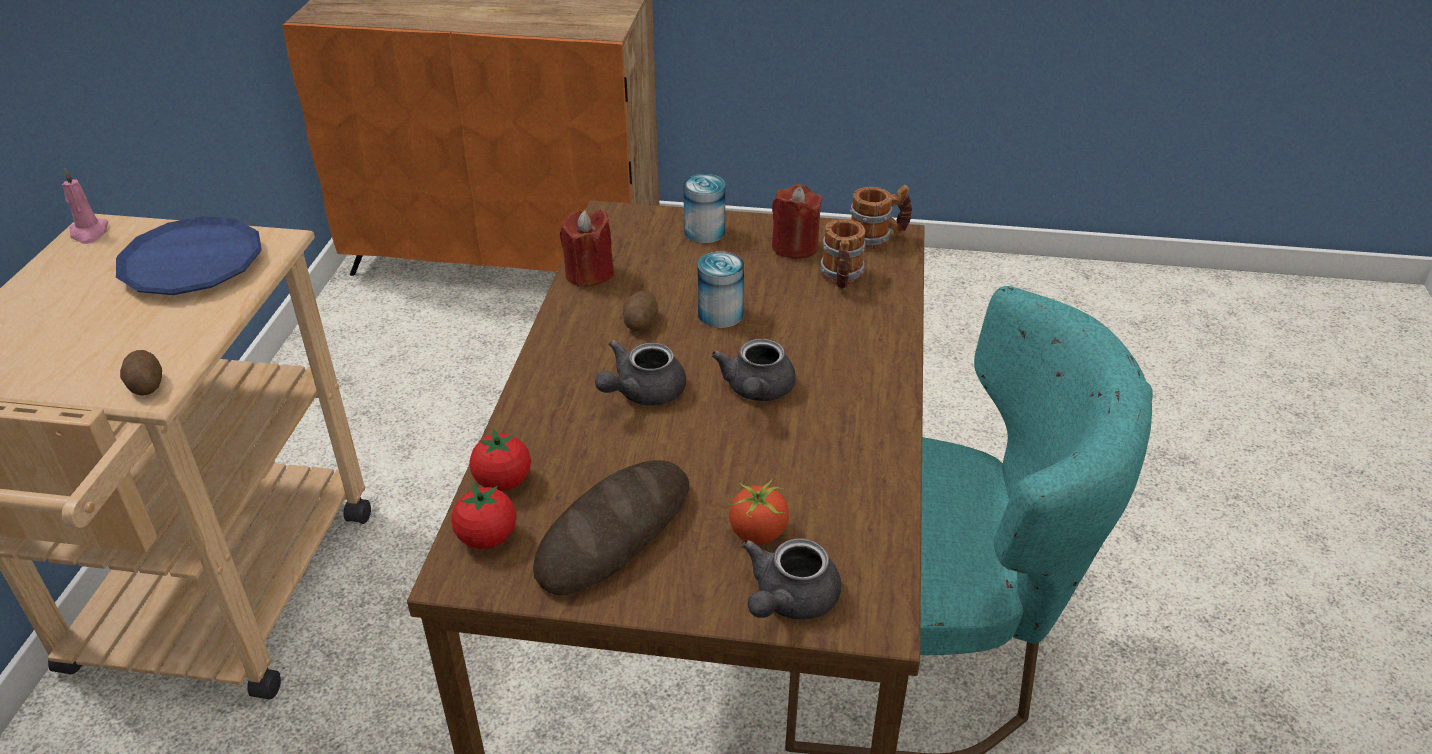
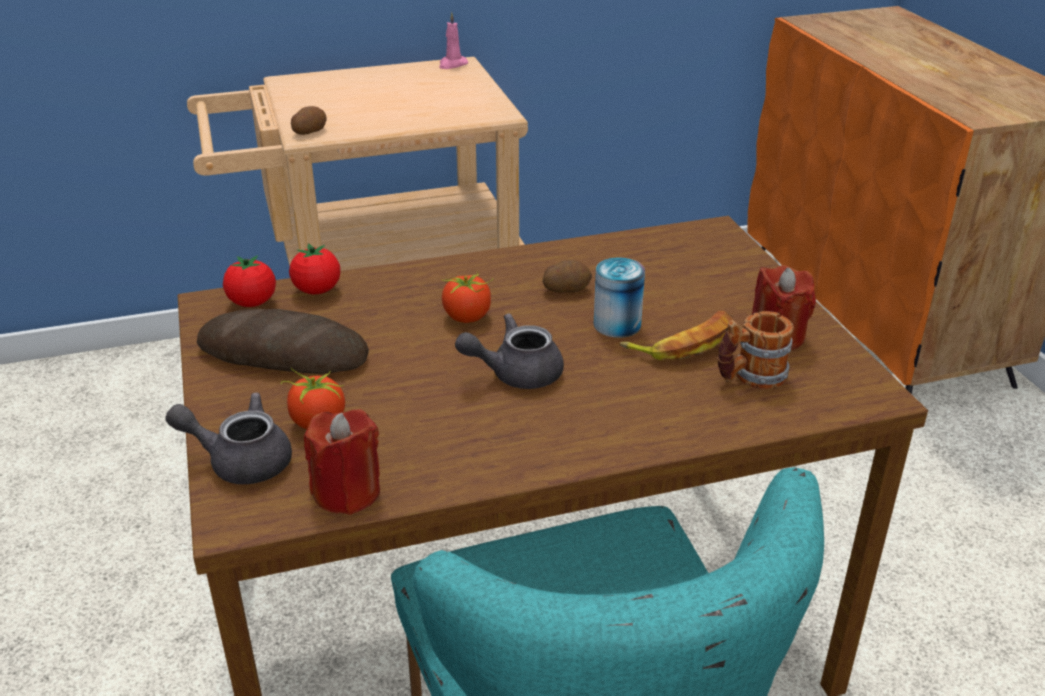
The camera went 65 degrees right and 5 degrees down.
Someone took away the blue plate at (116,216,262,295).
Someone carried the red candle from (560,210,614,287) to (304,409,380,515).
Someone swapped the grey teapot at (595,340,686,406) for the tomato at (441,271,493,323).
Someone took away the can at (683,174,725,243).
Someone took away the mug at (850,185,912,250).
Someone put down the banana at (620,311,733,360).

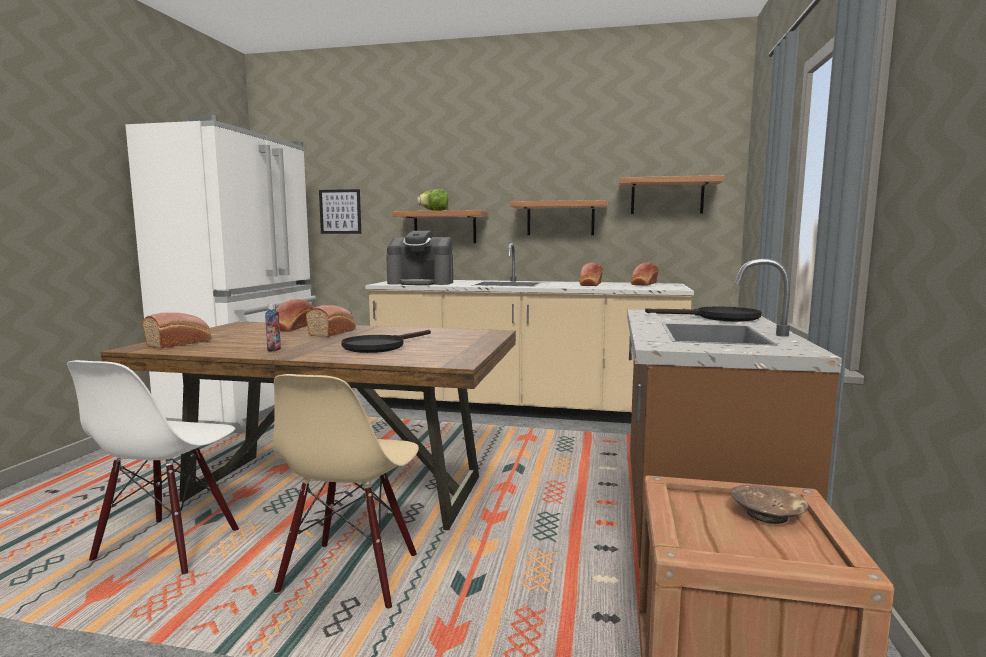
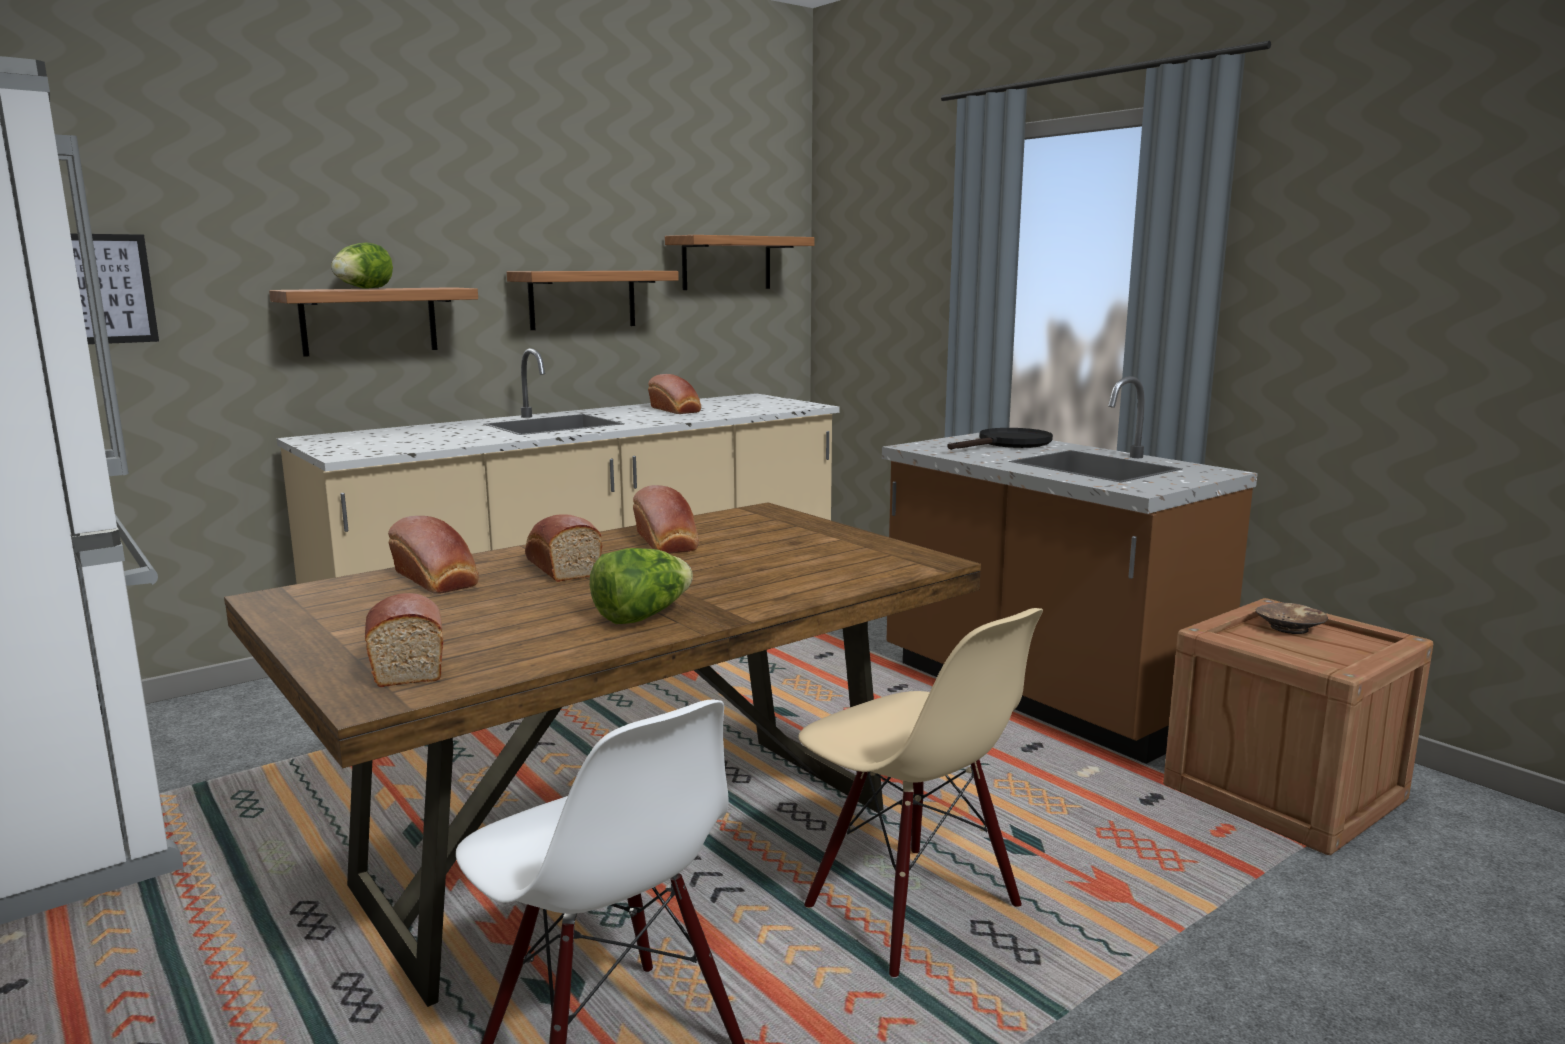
The camera went 50 degrees left and 5 degrees up.
Someone swapped the bottle at (265,304,281,351) for the lettuce at (590,548,693,624).
Someone took away the black frying pan at (341,330,431,353).
Someone took away the coffee machine at (386,231,453,285).
Someone carried the bread from (631,263,659,286) to (633,485,699,554).

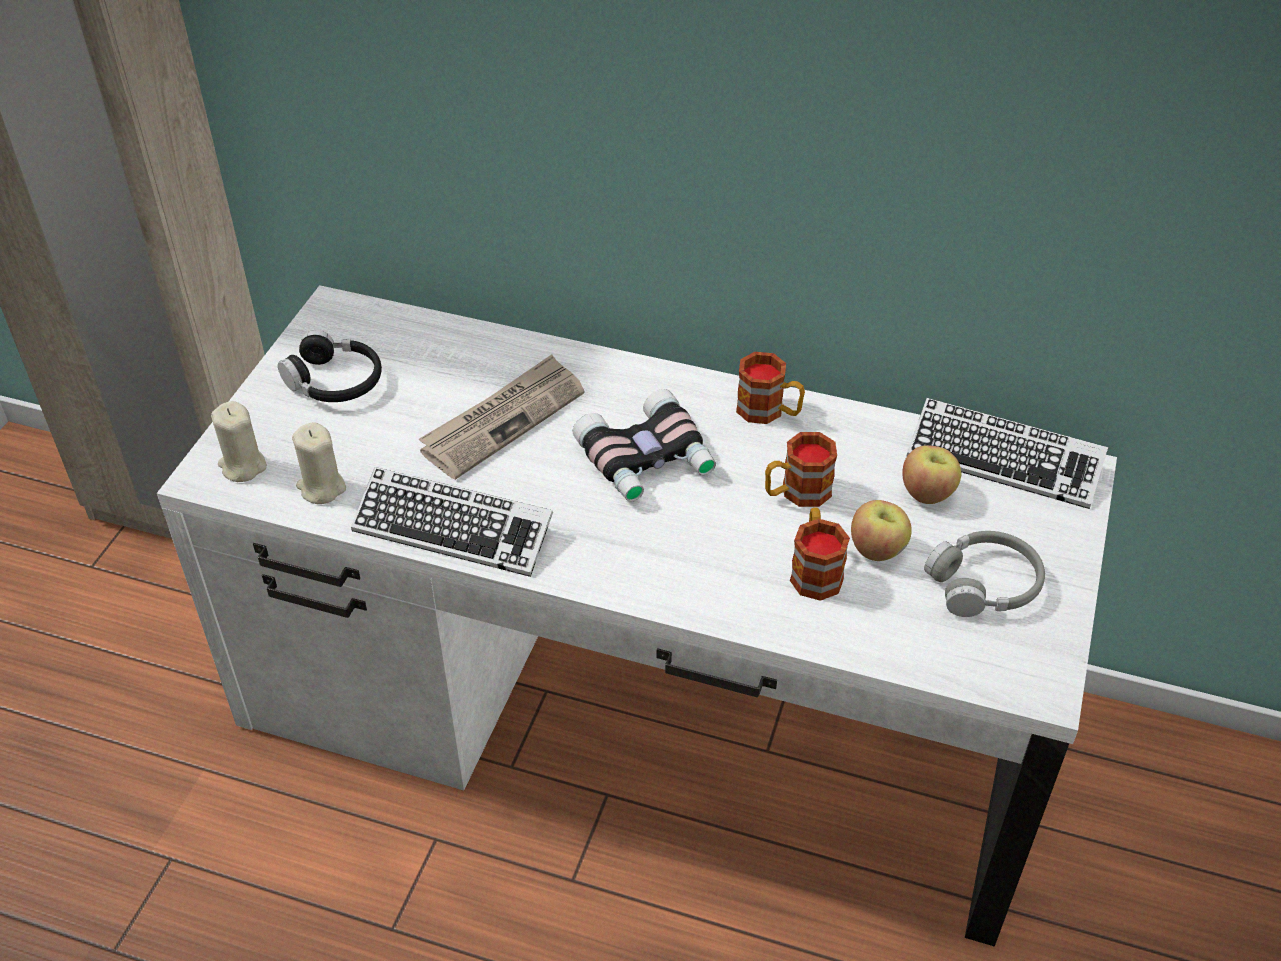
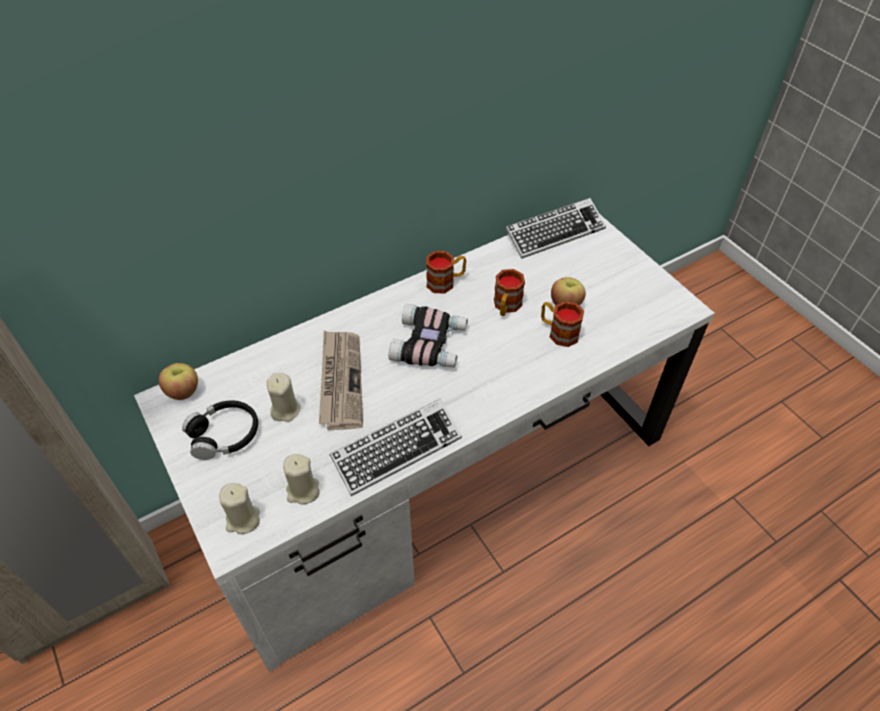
The camera went 50 degrees left and 5 degrees up.
Someone carried the apple from (902,445,961,504) to (159,363,198,400).
Someone took away the grey headphones at (924,531,1045,617).
Someone put down the beige candle at (267,373,300,422).

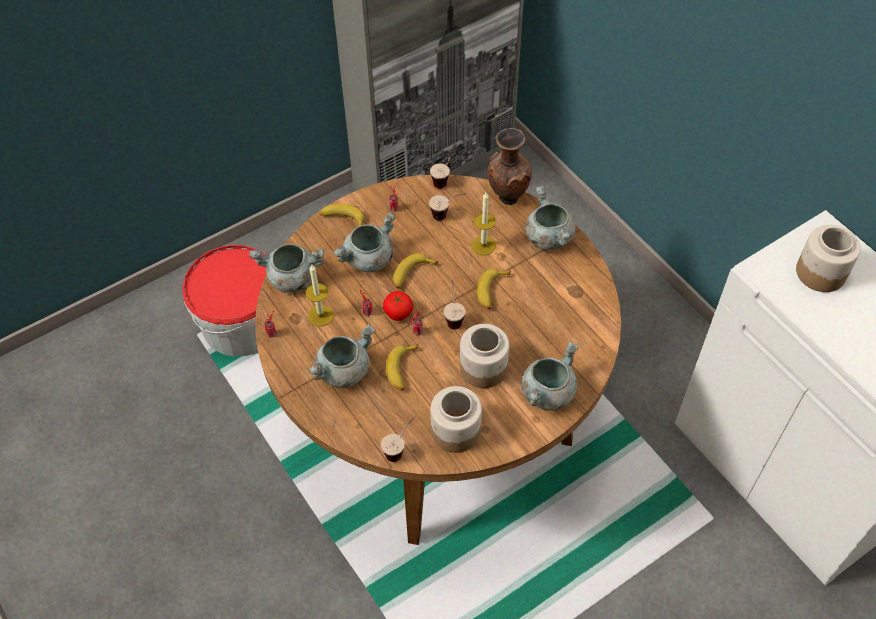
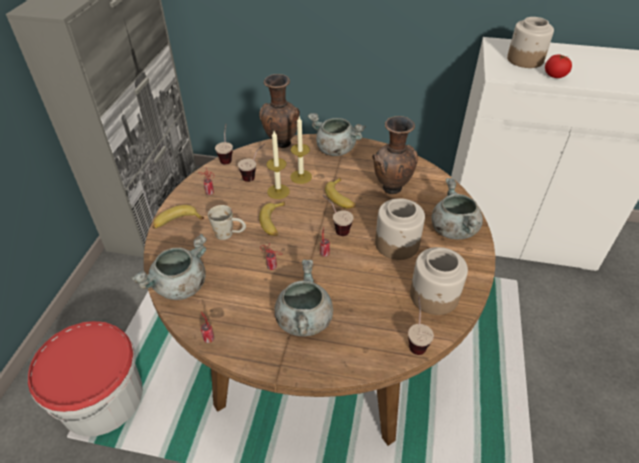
The camera went 45 degrees left and 10 degrees down.
Someone carried the candle from (305,265,334,326) to (267,131,290,199).
Someone swapped the grey cooking pot at (332,212,395,272) for the white mug at (208,205,246,240).
Someone carried the tomato from (383,291,413,321) to (545,54,572,78).
Someone took away the banana at (386,344,418,391).
Someone put down the brown vase at (372,116,418,194).

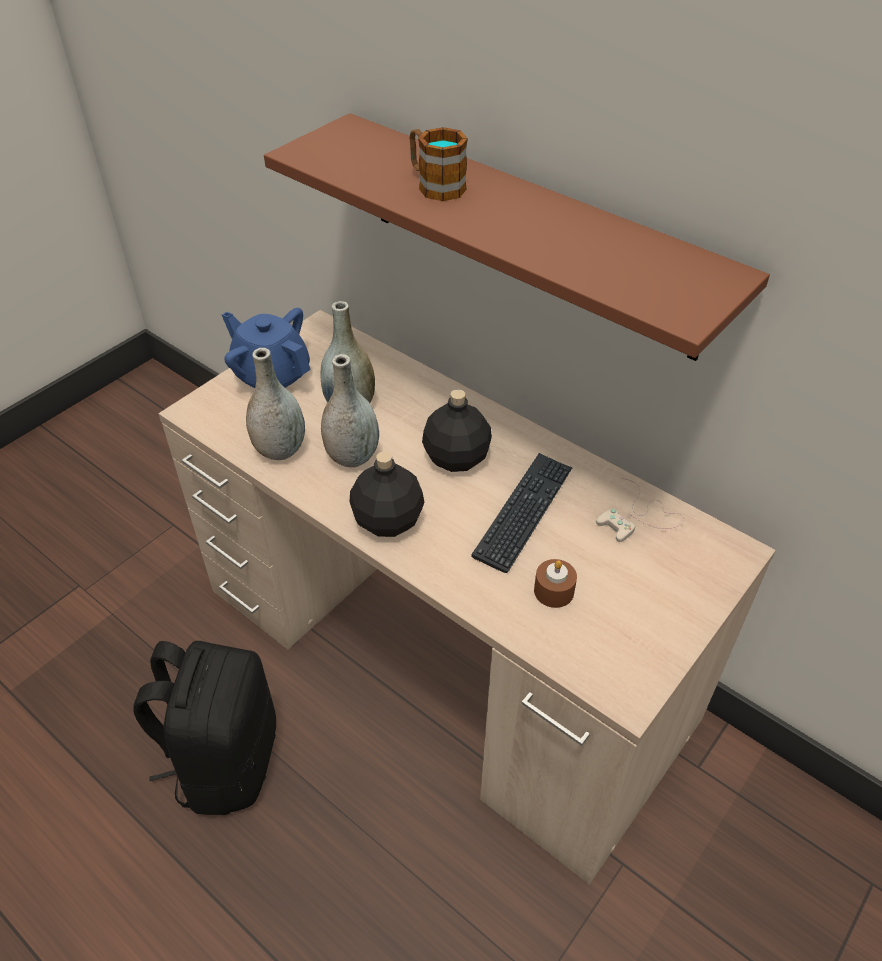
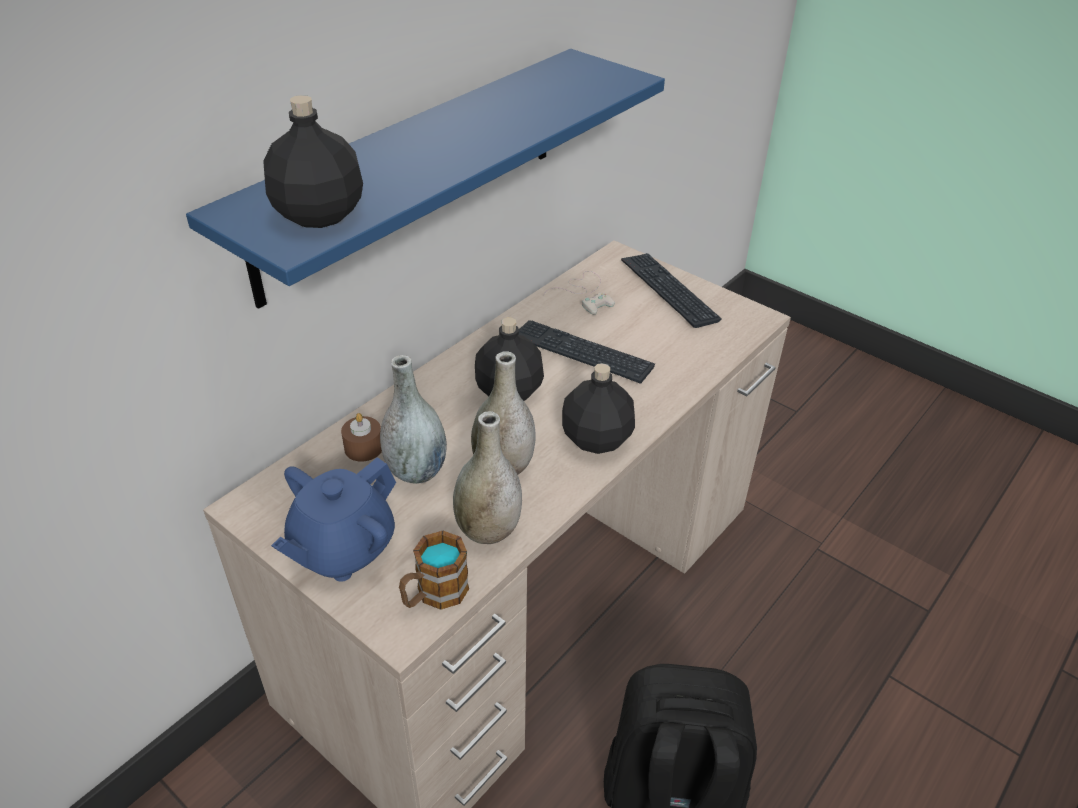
The camera went 90 degrees left and 5 degrees down.
Someone repainted the brown shelf at (264,113,770,361), which became the blue shelf at (186,49,665,309).
Someone carried the mug from (409,127,468,201) to (399,531,469,610).
Someone carried the brown candle from (534,559,577,608) to (341,413,382,462).
Someone put down the black bottle at (263,95,363,228).
Someone put down the keyboard at (621,253,722,328).

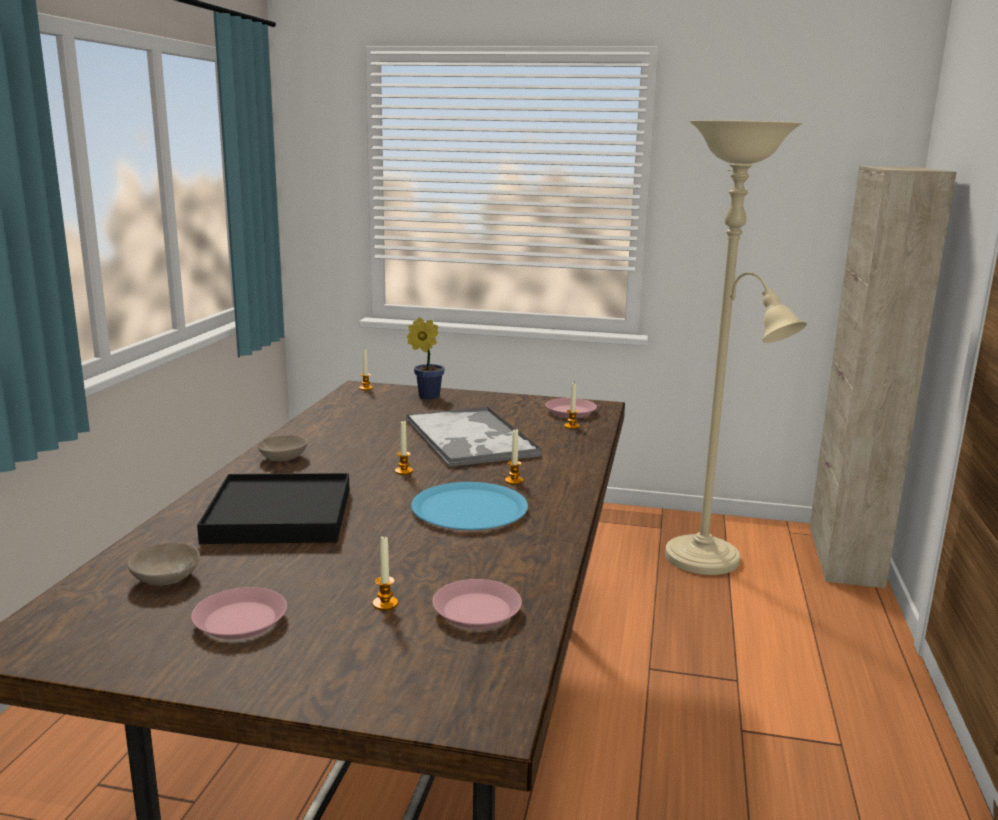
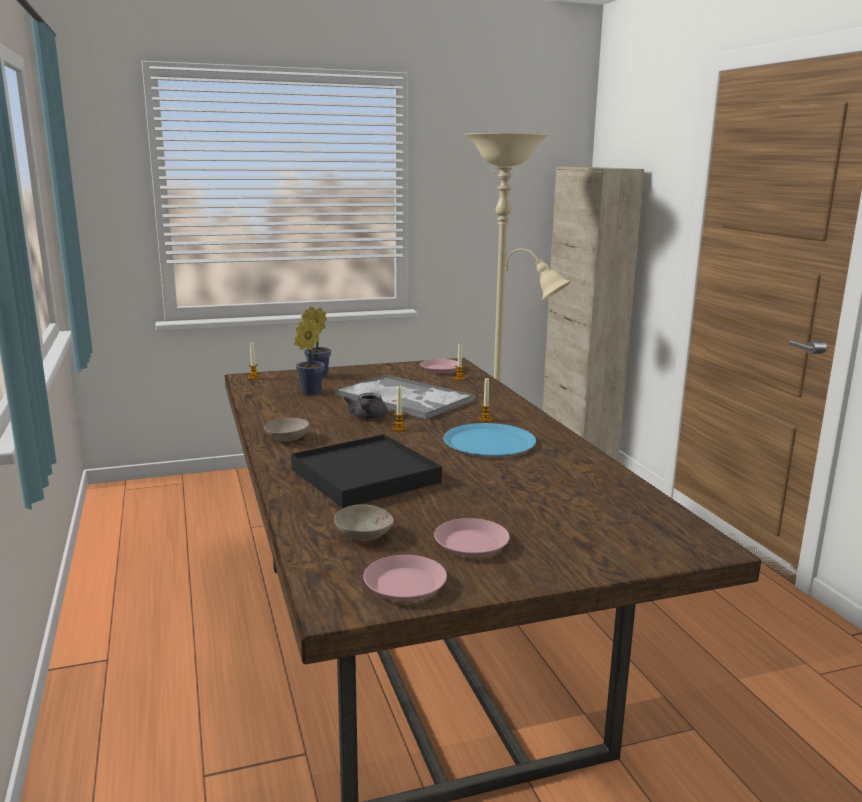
The camera went 30 degrees left and 0 degrees up.
Someone took away the candle at (372,536,398,610).
Someone carried the pink plate from (432,579,522,629) to (363,555,447,602).
Someone put down the potted plant at (294,318,325,395).
Someone put down the grey teapot at (343,393,387,420).

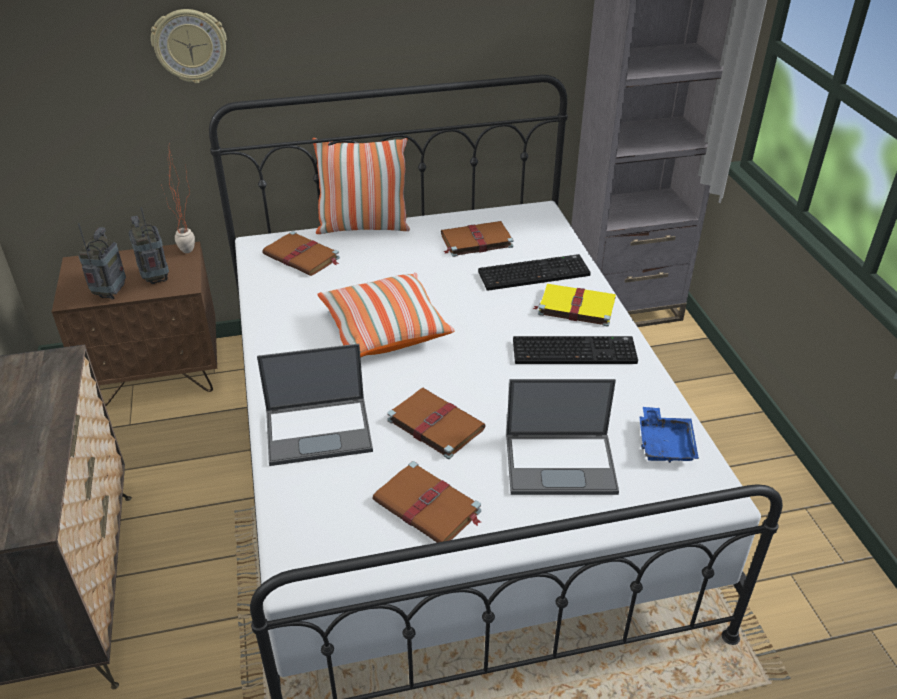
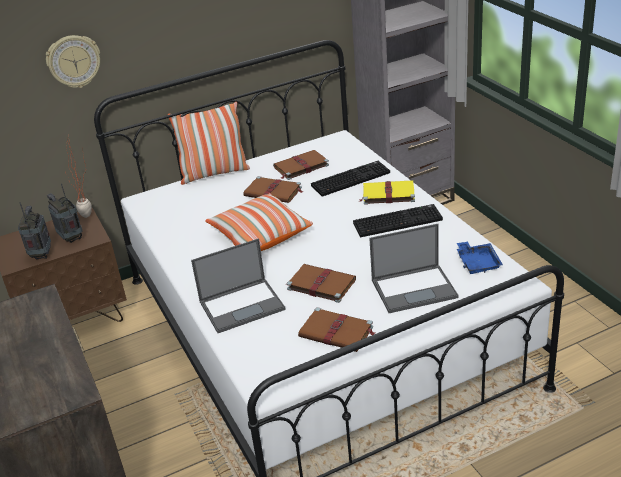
The camera went 10 degrees left and 5 degrees down.
Someone carried the brown book from (262,231,340,276) to (243,176,303,203).

